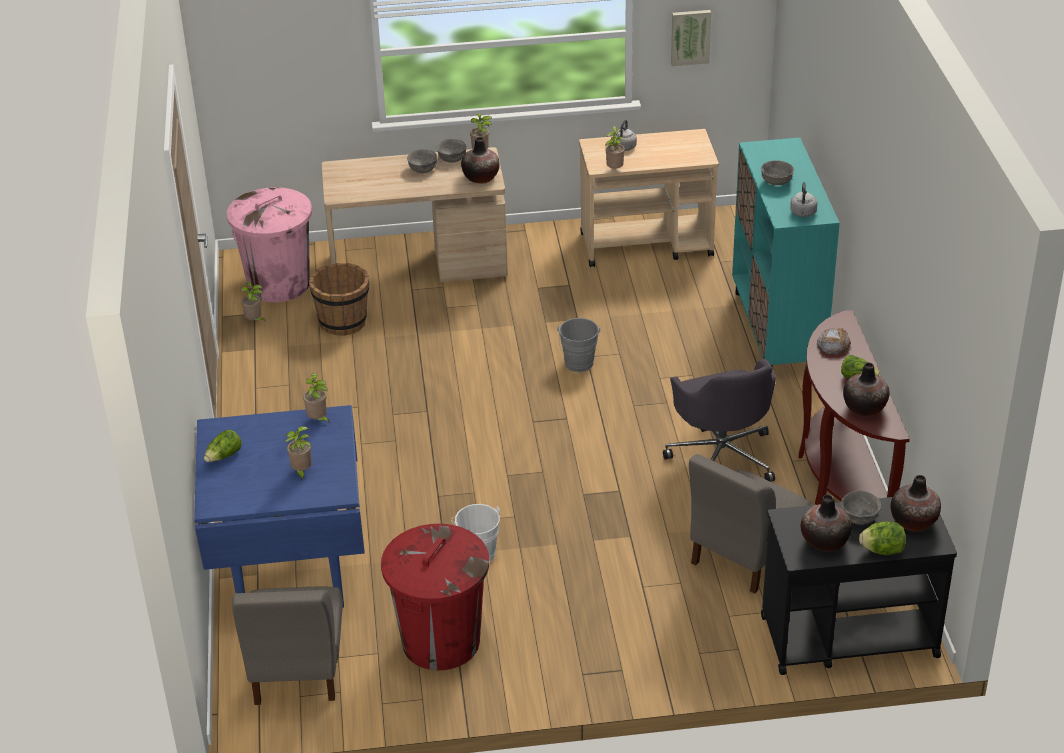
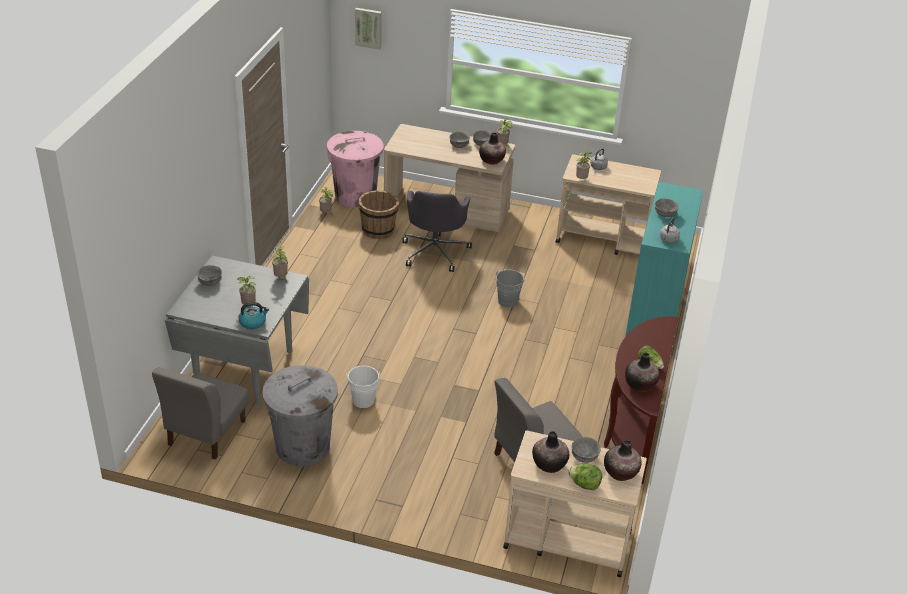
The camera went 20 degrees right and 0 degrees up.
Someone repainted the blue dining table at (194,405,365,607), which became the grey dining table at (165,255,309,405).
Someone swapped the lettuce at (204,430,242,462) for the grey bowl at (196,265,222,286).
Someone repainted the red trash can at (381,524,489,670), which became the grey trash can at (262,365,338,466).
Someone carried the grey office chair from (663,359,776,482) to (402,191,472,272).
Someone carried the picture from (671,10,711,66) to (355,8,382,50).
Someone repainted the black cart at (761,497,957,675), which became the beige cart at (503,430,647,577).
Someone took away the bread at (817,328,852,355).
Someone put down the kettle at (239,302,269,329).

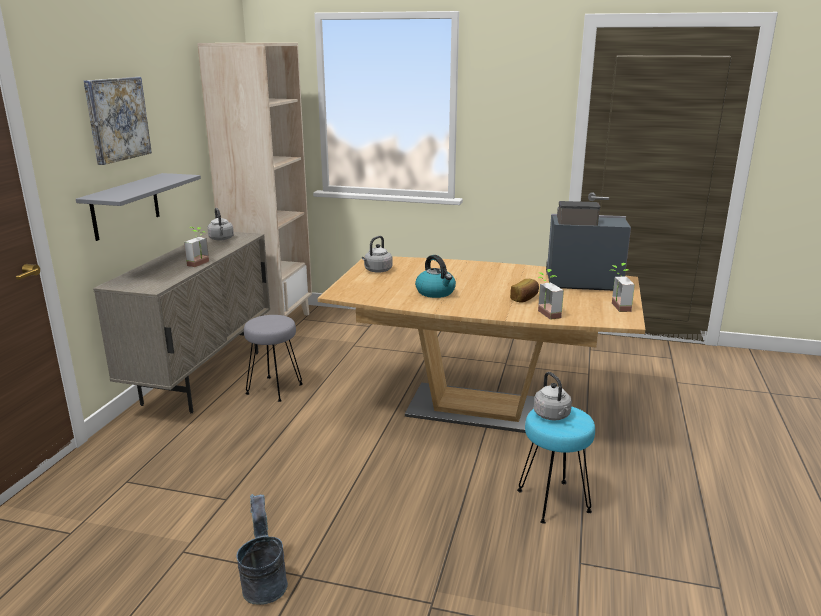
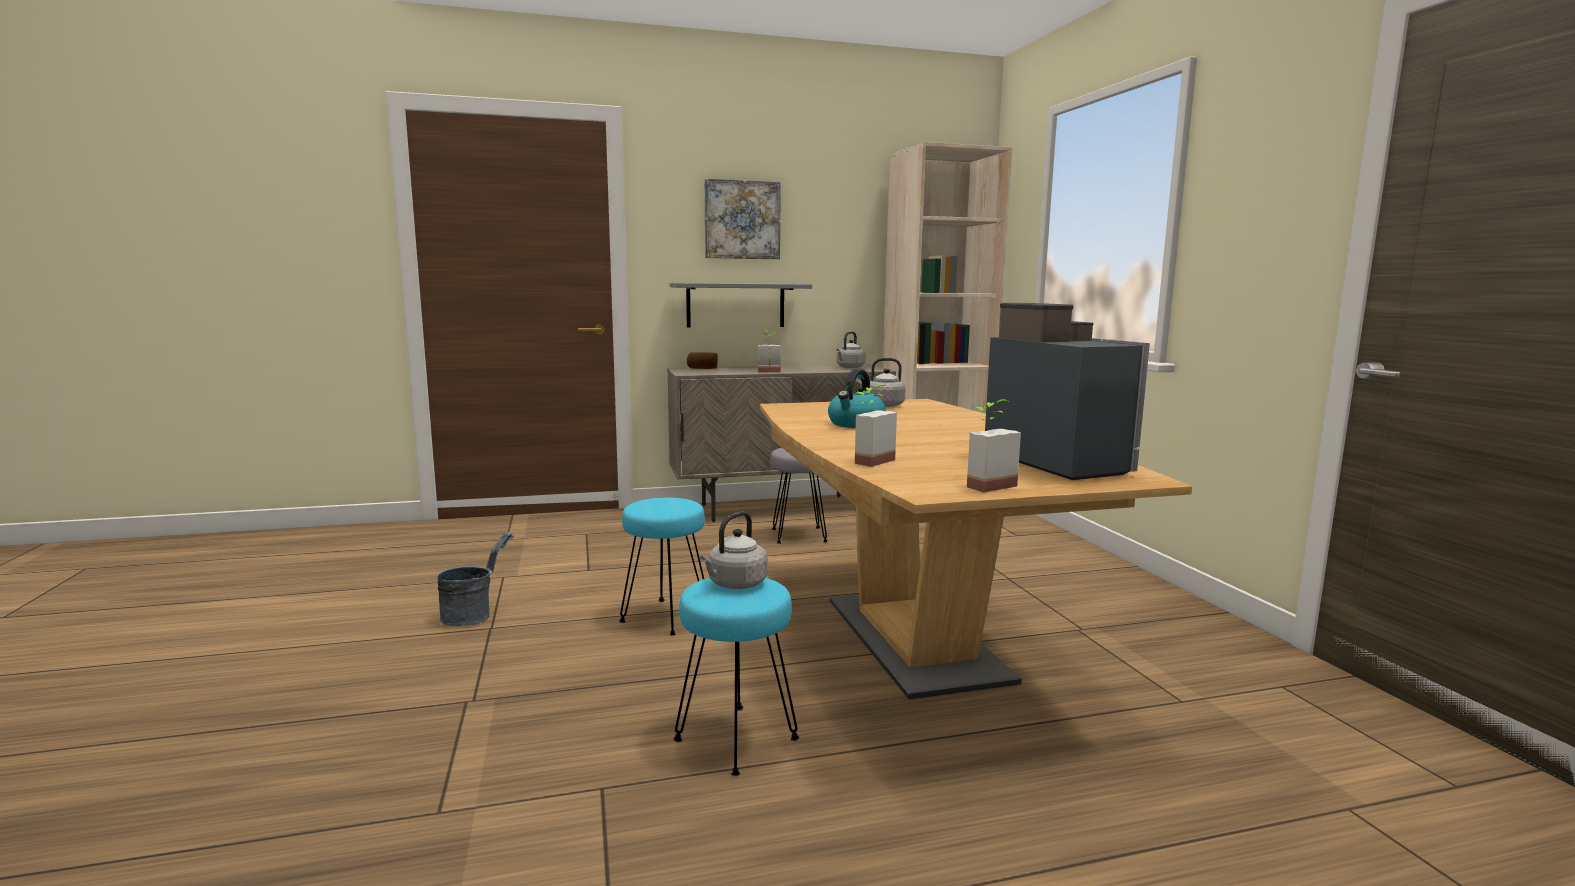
The camera went 60 degrees right and 10 degrees down.
Someone carried the bread from (510,279,539,303) to (687,352,718,369).
Someone put down the turquoise stool at (619,498,705,636).

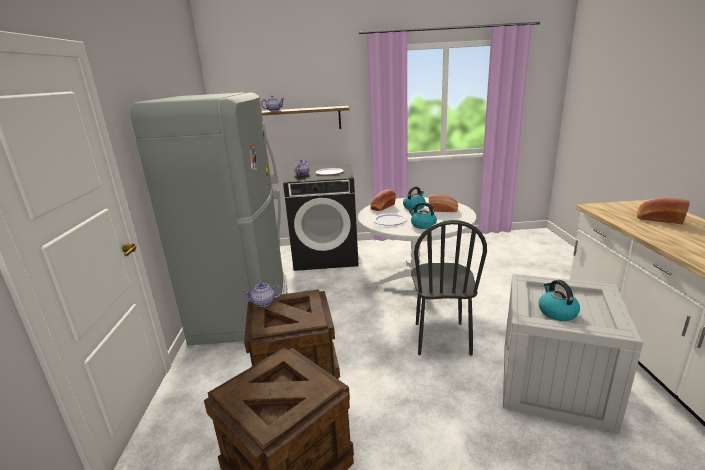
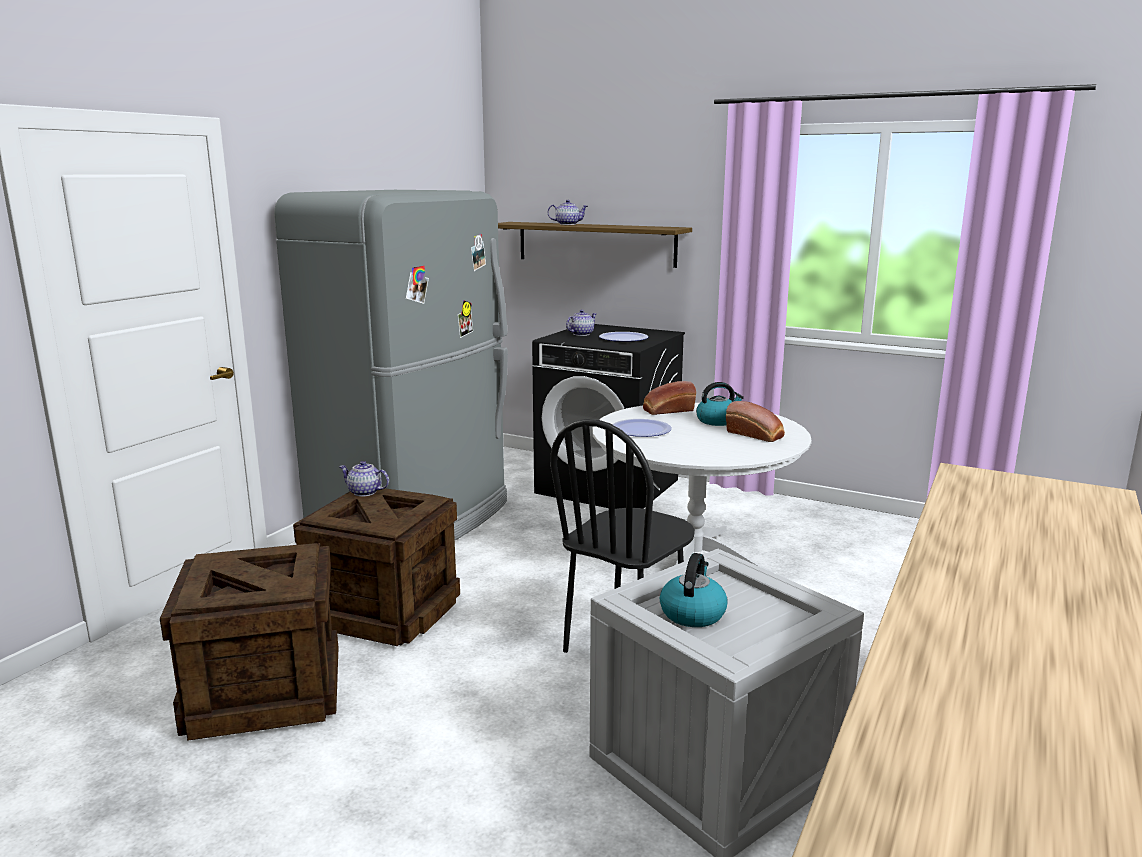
The camera went 30 degrees right and 5 degrees down.
Someone took away the kettle at (408,202,437,229).
Someone took away the bread at (637,198,690,224).

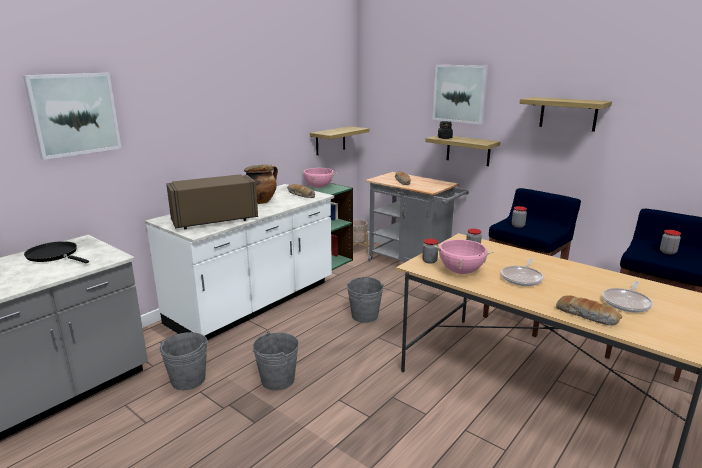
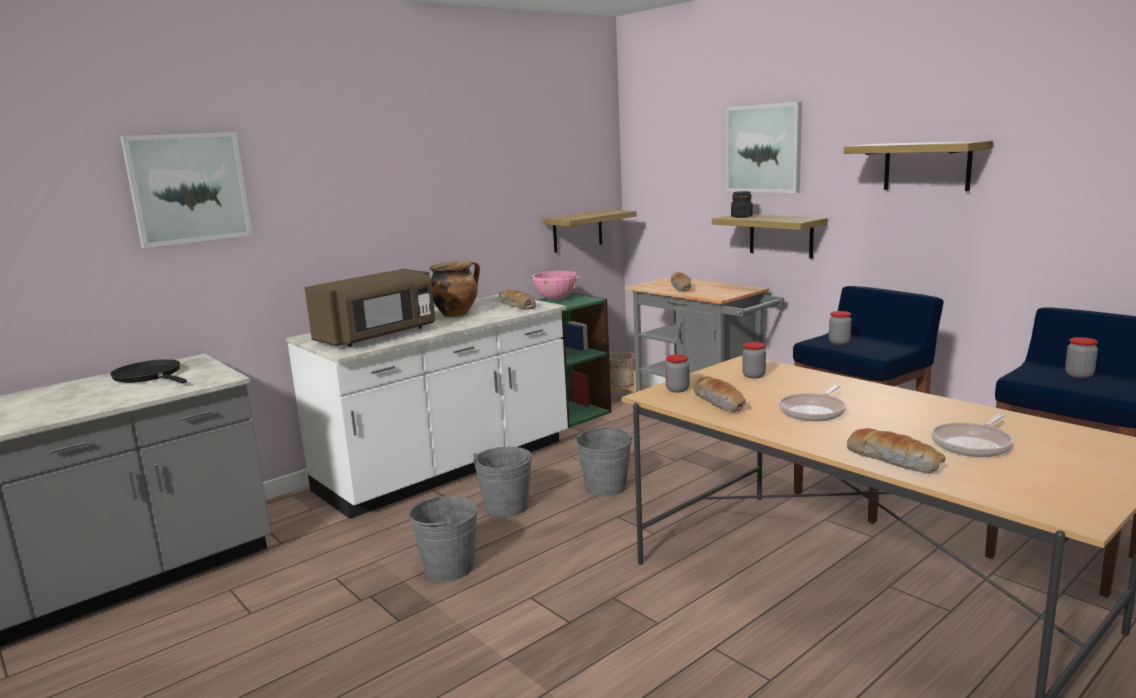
The camera went 10 degrees right and 5 degrees down.
Someone carried the grey bucket from (159,332,207,390) to (473,447,532,517).
Someone rotated the brown microwave at (166,174,258,229) by 150 degrees clockwise.
Someone swapped the pink cooking pot at (434,239,493,274) for the bread at (693,376,746,412).

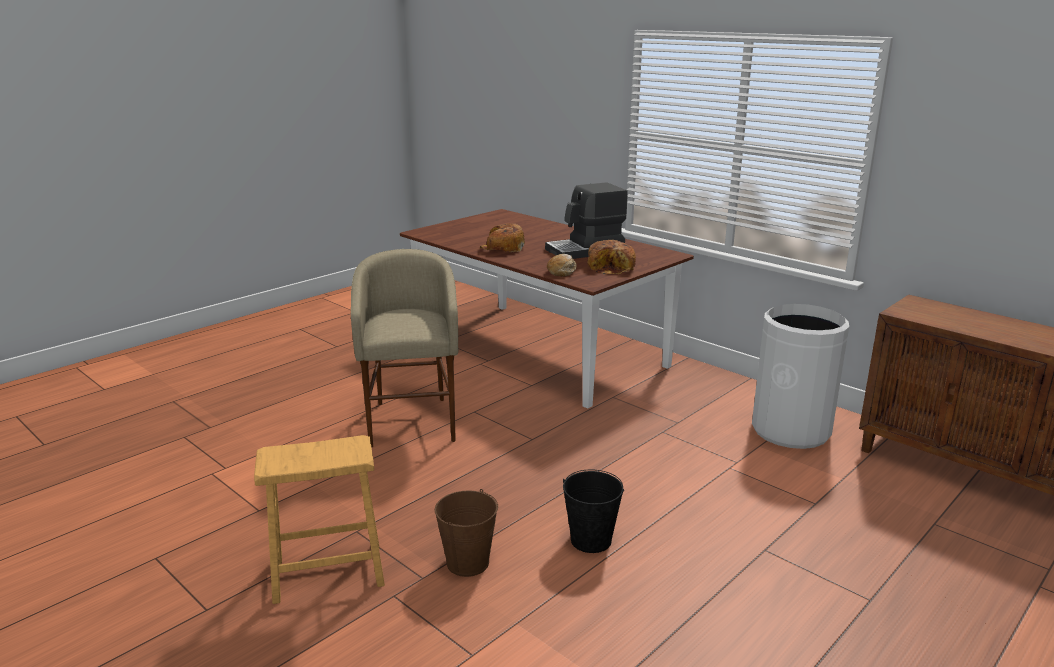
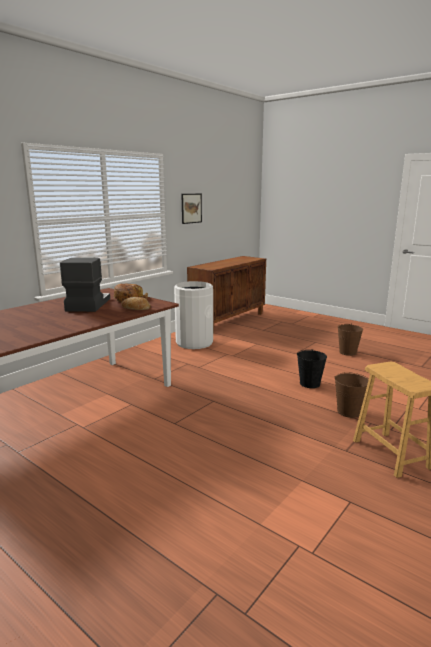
The camera went 95 degrees left and 5 degrees down.
Someone took away the beige stool at (351,249,458,448).
Someone took away the bread at (480,223,525,252).
Someone rotated the coffee machine at (545,182,628,259) by 150 degrees counterclockwise.
Someone put up the picture at (181,194,202,224).
Someone put down the brown bucket at (337,323,363,356).

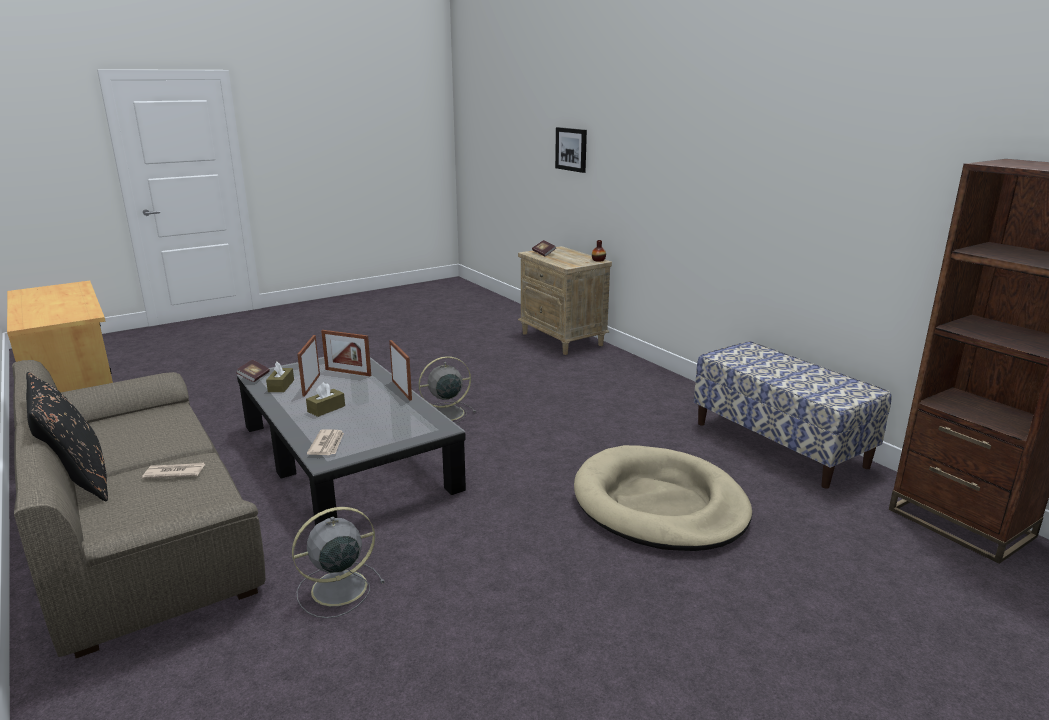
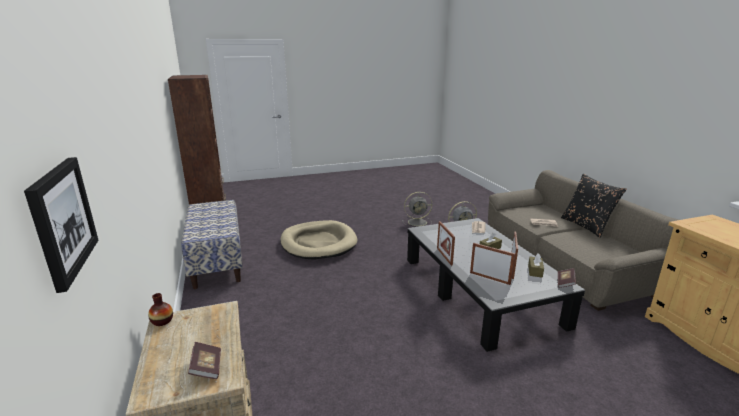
The camera went 165 degrees left and 0 degrees up.
Someone carried the grey fan from (419,356,476,423) to (402,192,432,227).

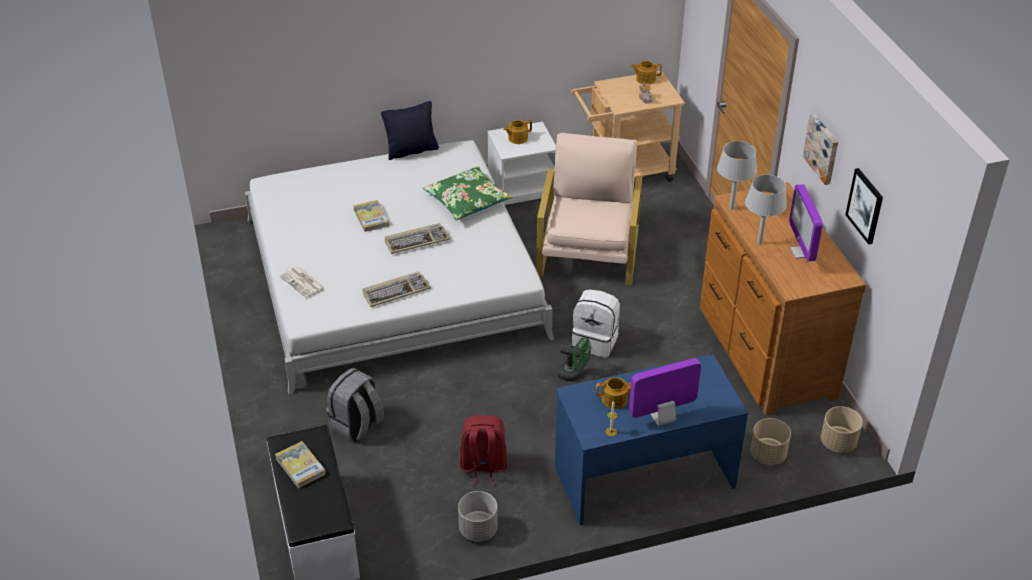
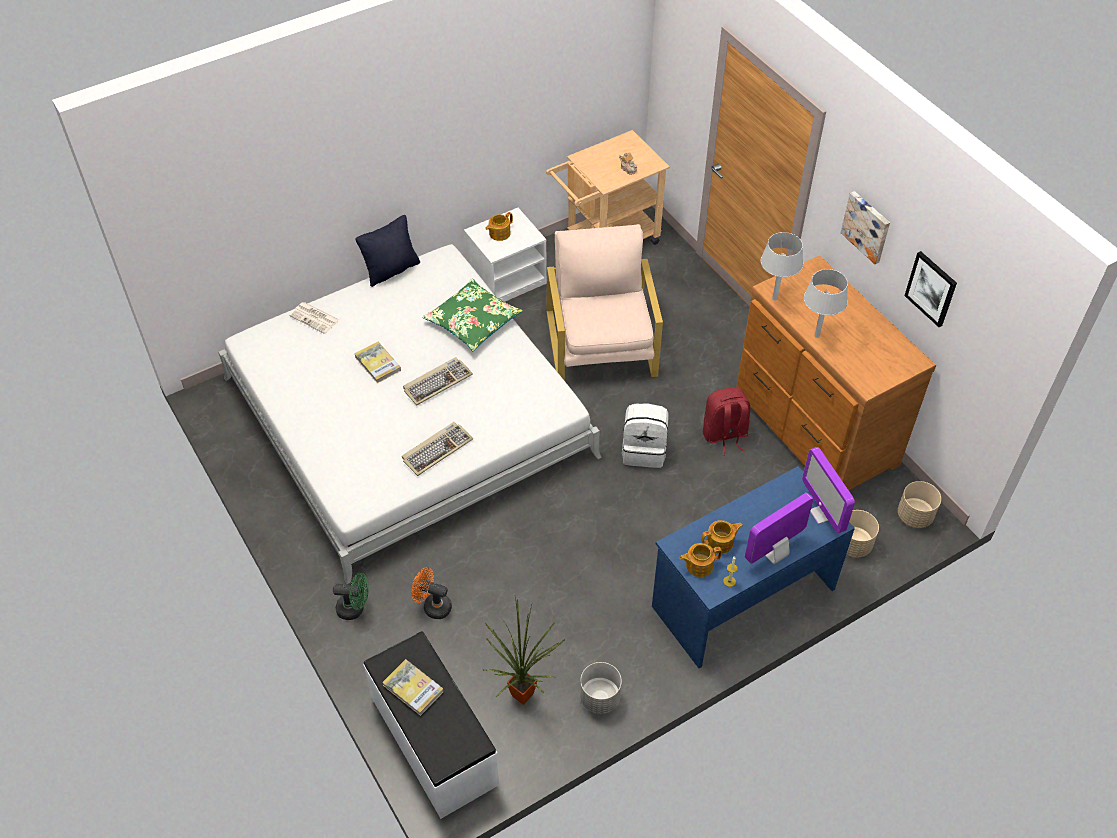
The camera went 15 degrees left and 10 degrees up.
Someone carried the newspaper from (279,266,325,298) to (289,302,339,334).
Someone swapped the grey backpack at (326,368,384,442) for the orange fan at (412,567,452,619).
Someone carried the red backpack from (460,415,508,486) to (703,387,750,455).
Someone carried the green fan from (557,337,591,381) to (333,573,369,620).
Someone carried the teapot from (631,61,662,85) to (680,543,722,577).
Someone carried the monitor from (789,184,823,261) to (802,447,855,533).
Someone put down the potted plant at (482,597,565,705).

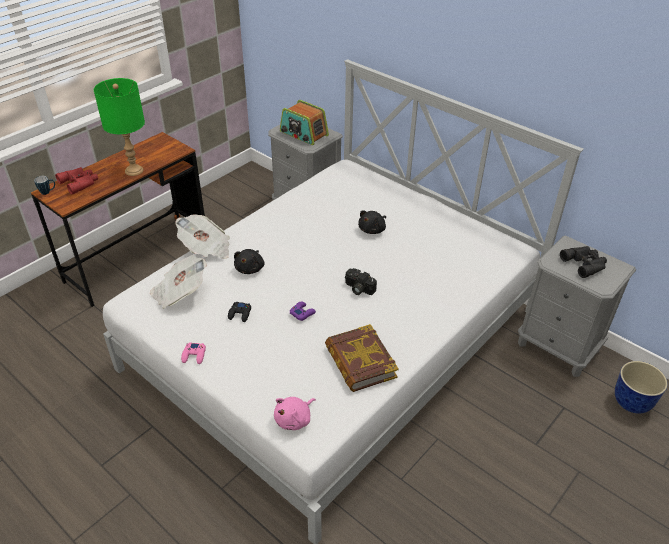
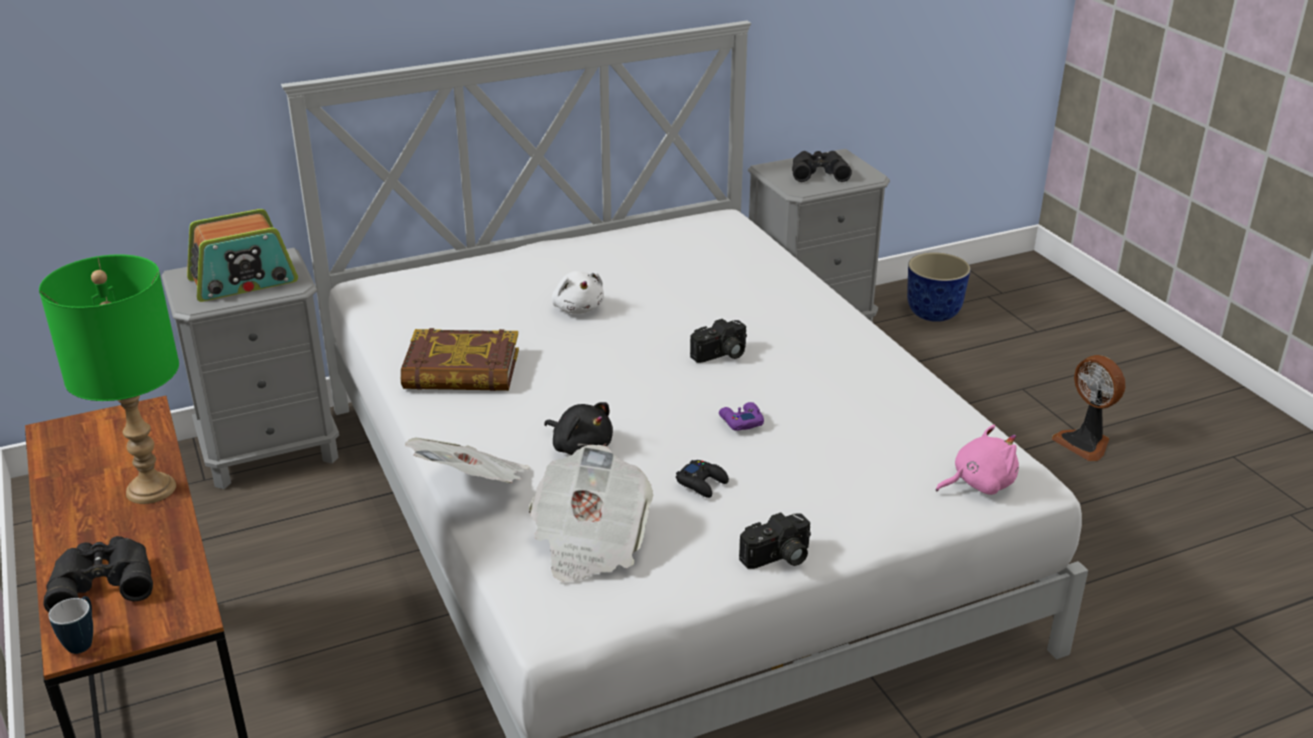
The camera went 65 degrees left and 10 degrees down.
Someone repainted the red binoculars at (55,167,98,195), which became the black binoculars at (44,536,153,612).
Someone swapped the pink game controller at (181,342,206,364) for the photo camera at (739,512,811,569).
Someone rotated the pink plush toy at (274,397,316,430) by 90 degrees counterclockwise.
Someone carried the book from (325,324,399,392) to (401,328,519,391).
Someone repainted the black plush toy at (358,210,386,234), which became the white plush toy at (551,271,604,314).
Someone put down the fan at (1052,355,1125,461).

